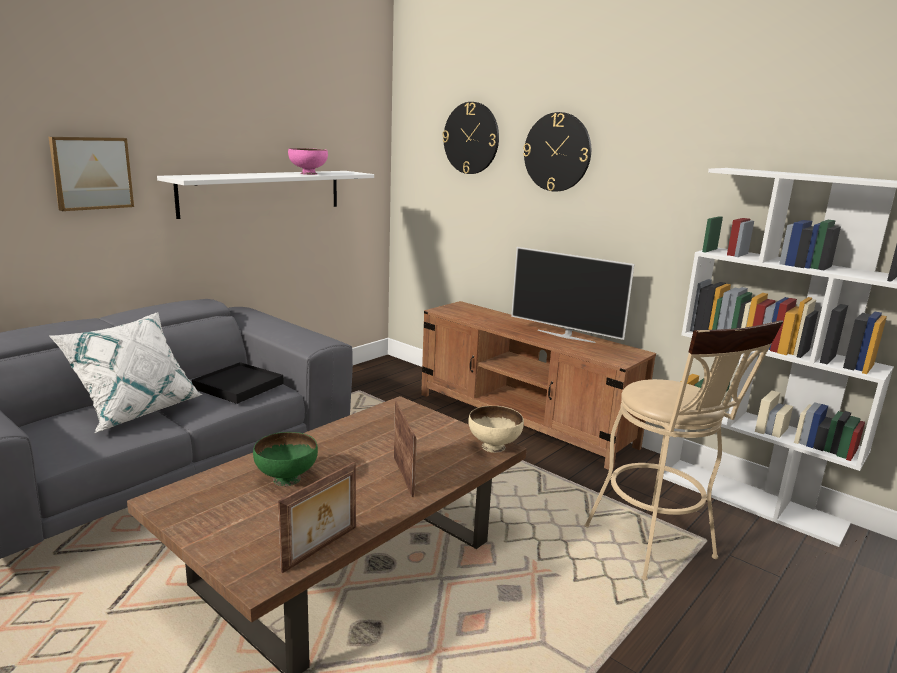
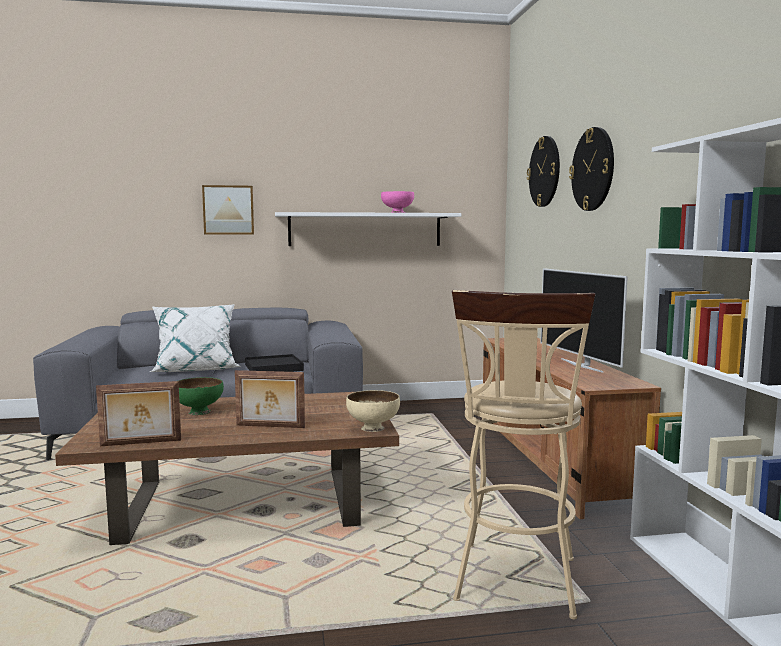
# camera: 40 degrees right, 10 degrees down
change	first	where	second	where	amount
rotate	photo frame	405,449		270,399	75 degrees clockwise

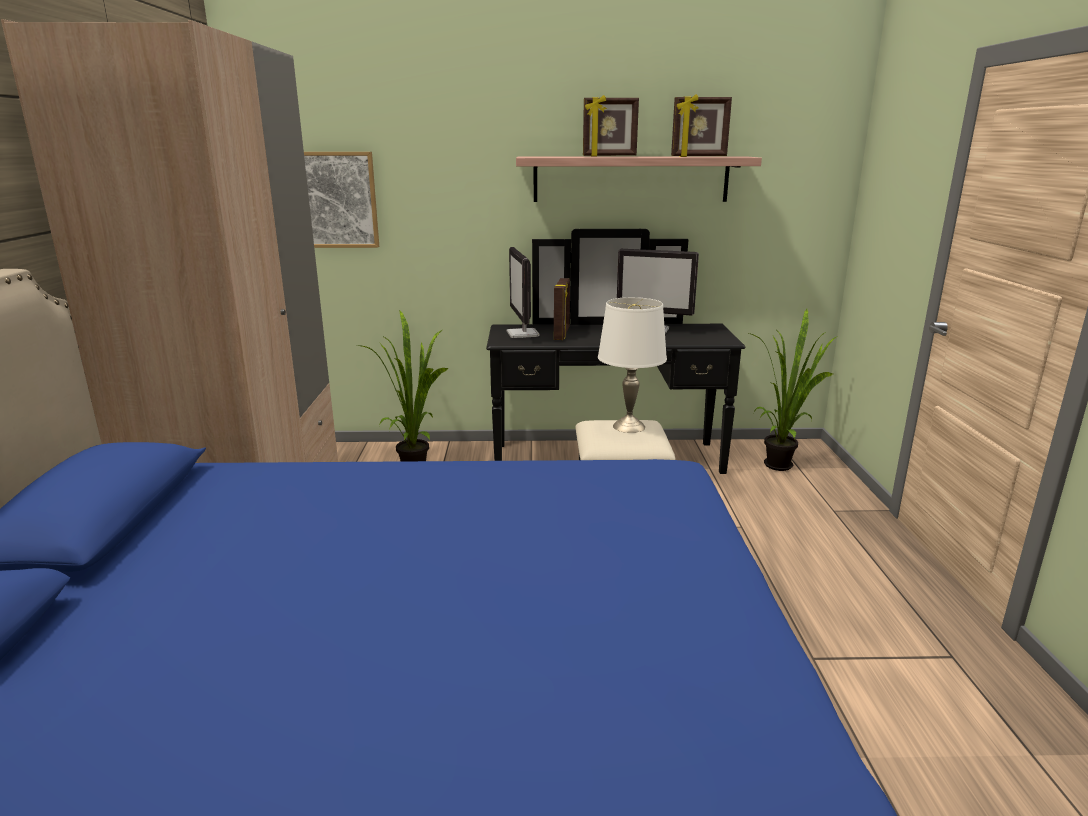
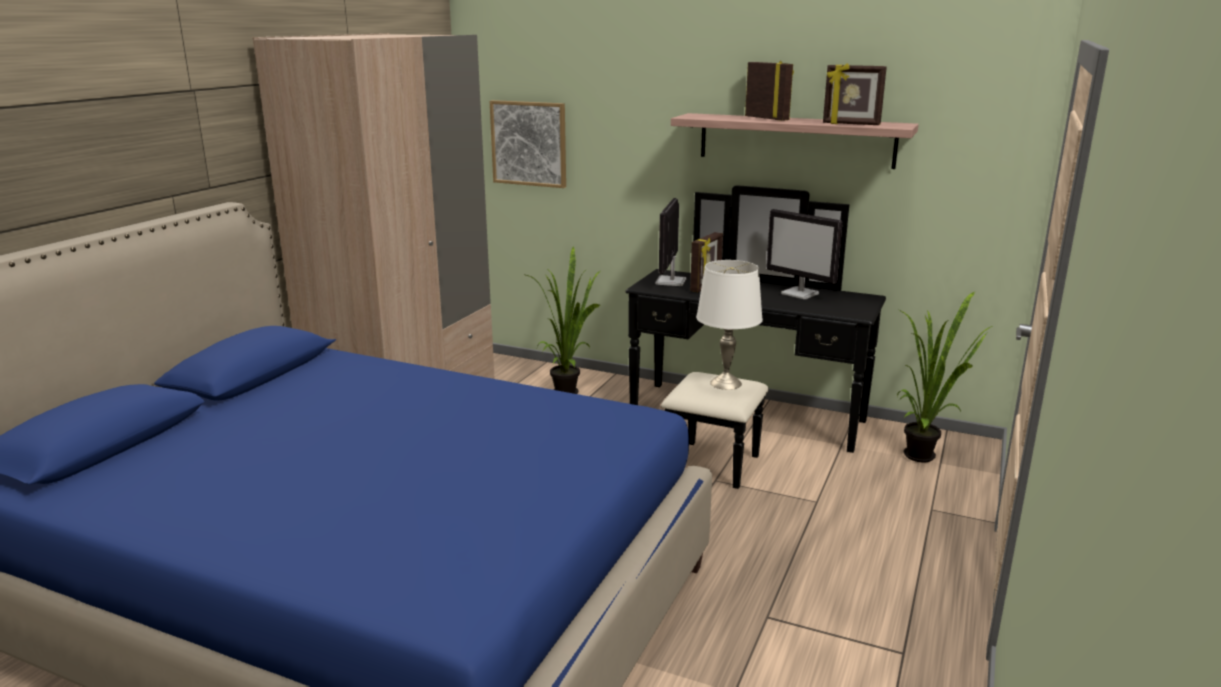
# camera: 25 degrees right, 0 degrees up
change	first	where	second	where	amount
rotate	photo frame	611,126		769,91	150 degrees counterclockwise

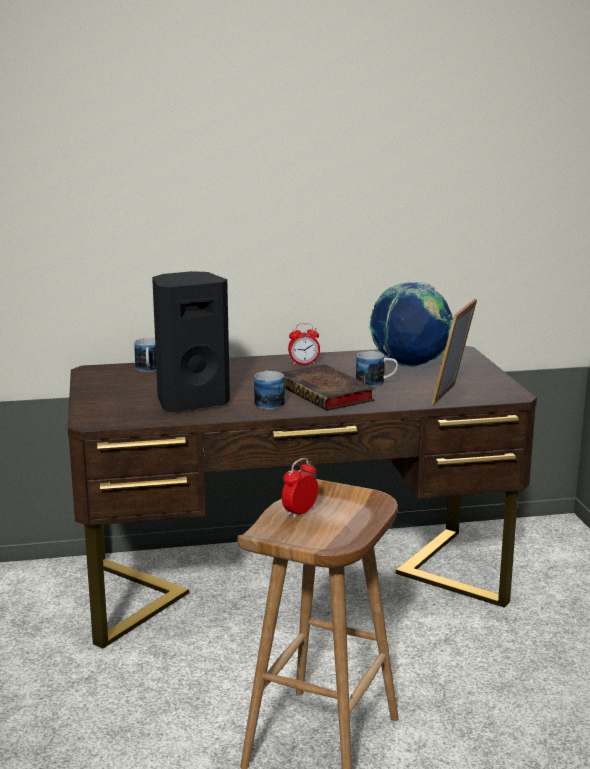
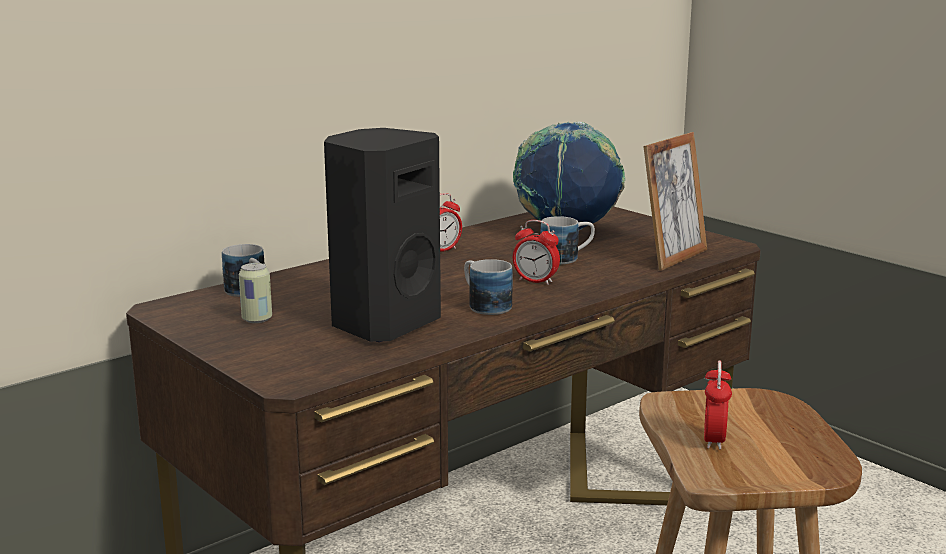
# camera: 30 degrees left, 0 degrees up
change	first	where	second	where	amount
rotate	photo frame	454,352		675,201	135 degrees counterclockwise
replace	volume	327,387	alarm clock	536,252	
insert			can	255,293	

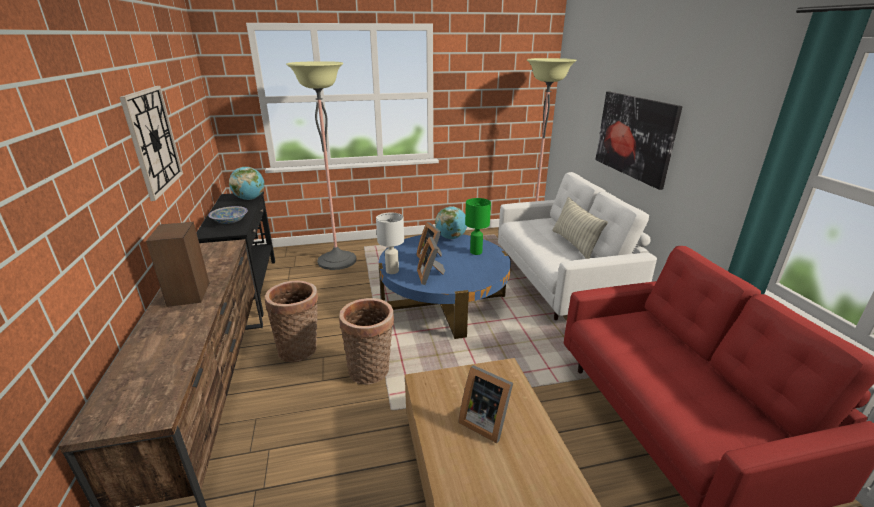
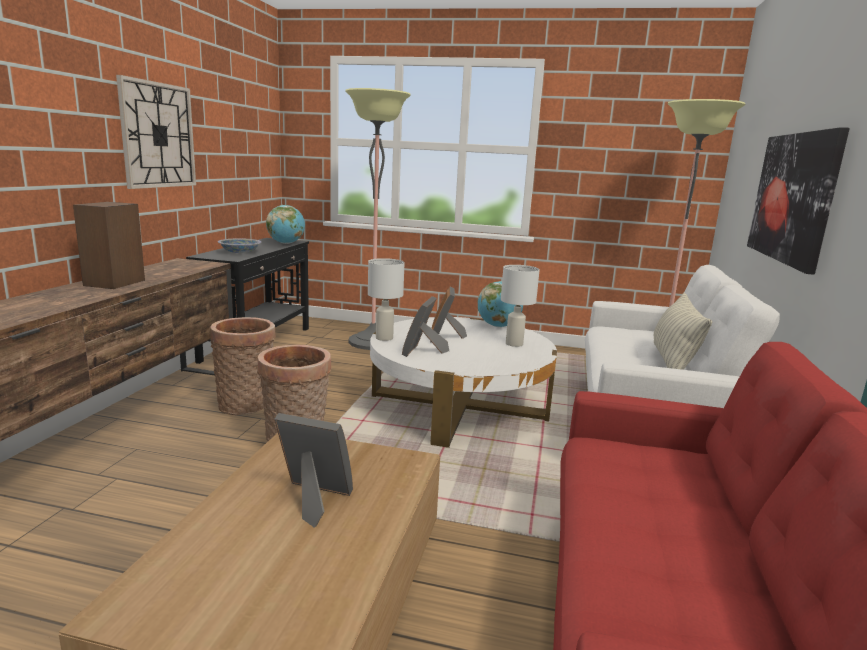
# camera: 25 degrees right, 10 degrees down
change	first	where	second	where	amount
recolor	greenish lamp for a table	478,226	white-coloured lamp for a table	520,306	
recolor	bluish lounge table	444,287	white-coloured lounge table	463,382	
rotate	photo frame	485,404		313,470	135 degrees clockwise

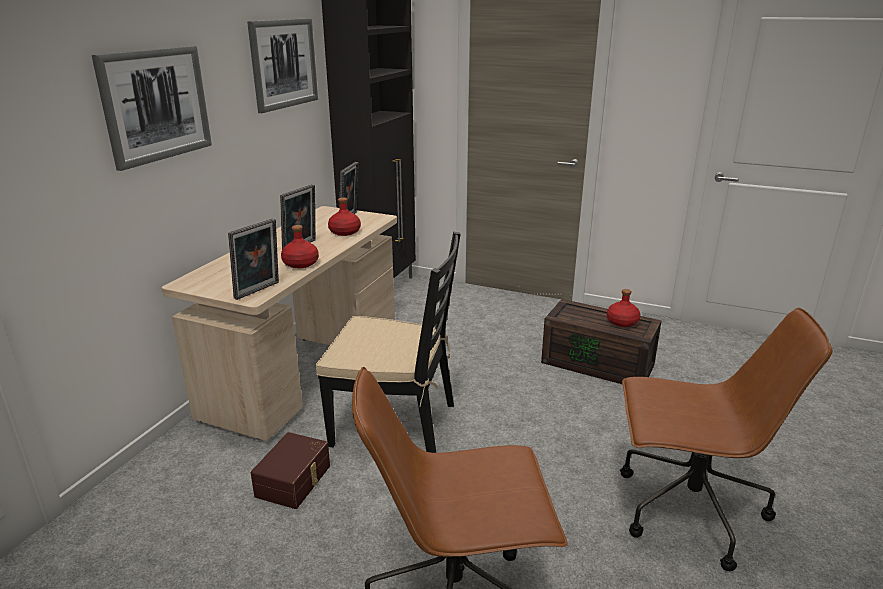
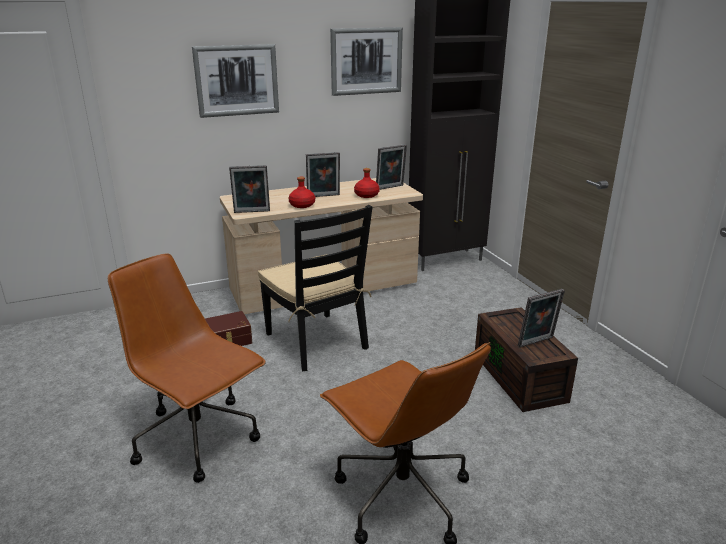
# camera: 45 degrees right, 0 degrees up
change	first	where	second	where	amount
replace	red bottle	624,308	photo frame	541,318	

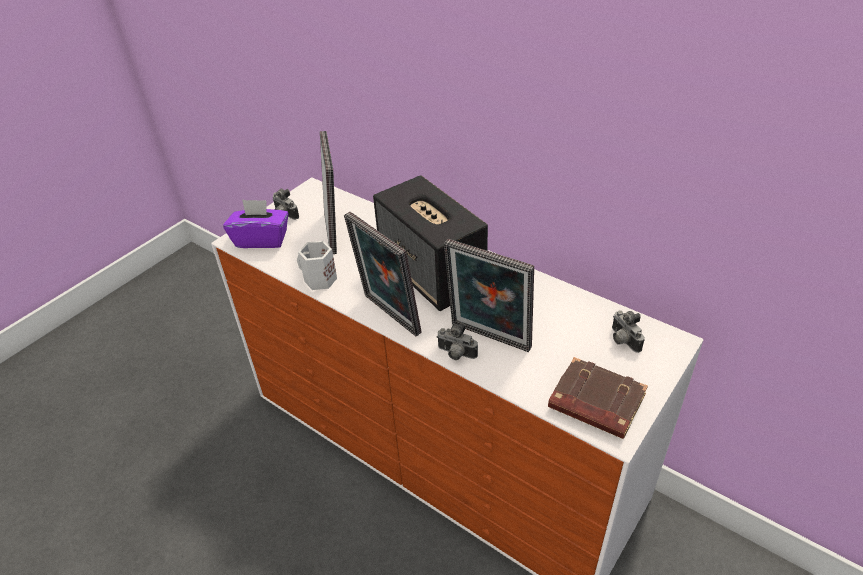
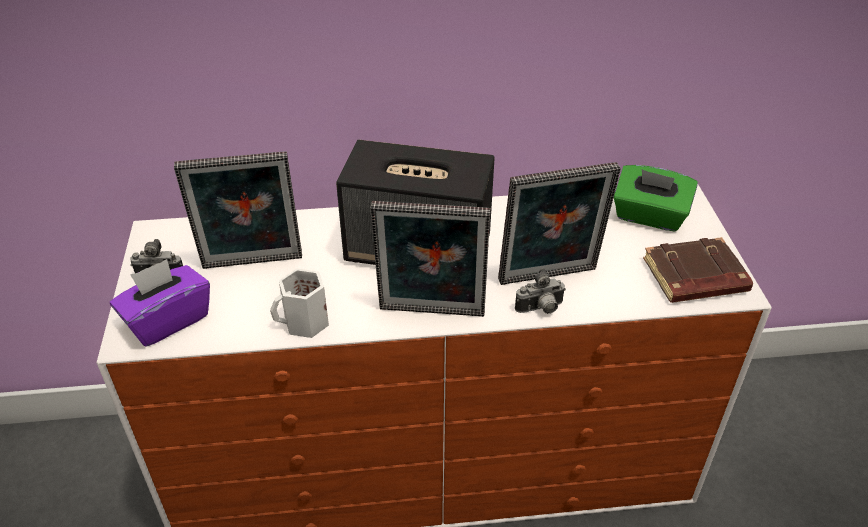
# camera: 45 degrees left, 0 degrees up
change	first	where	second	where	amount
rotate	photo frame	328,192		238,210	135 degrees clockwise
replace	photo camera	628,331	greenish tissue holder	656,198	

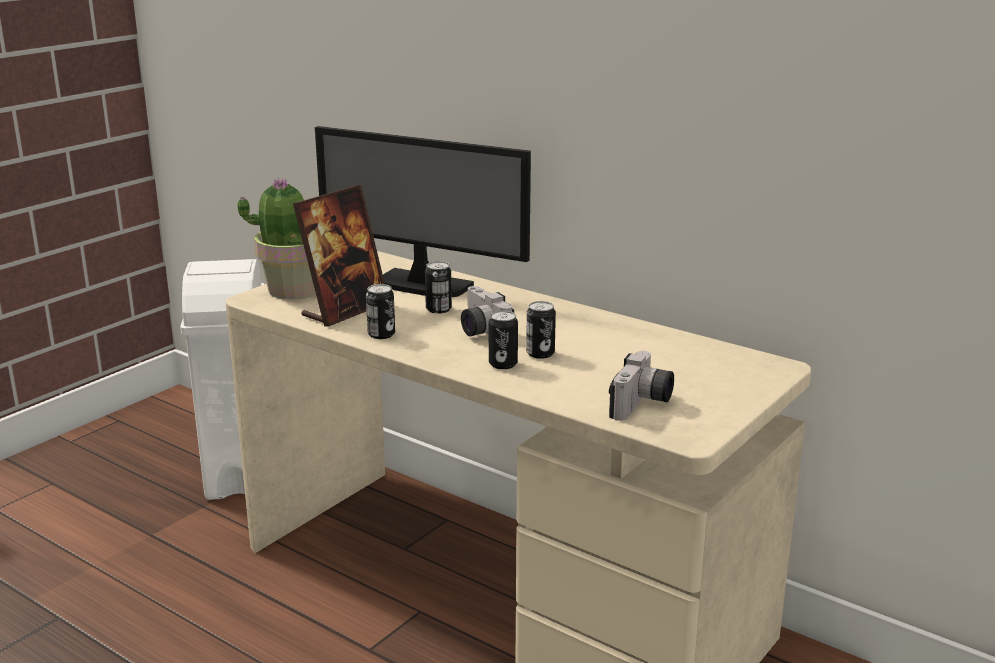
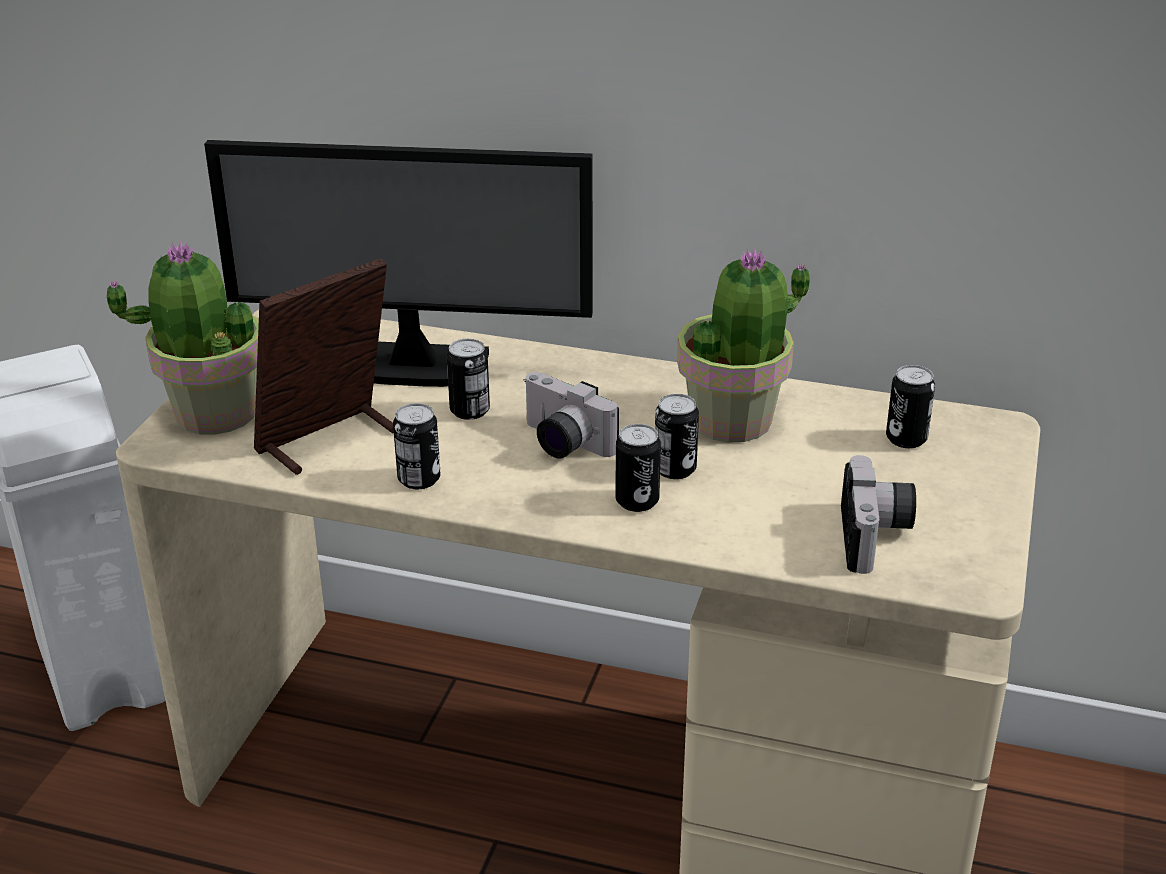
# camera: 20 degrees left, 10 degrees up
change	first	where	second	where	amount
rotate	photo frame	339,256		324,366	150 degrees counterclockwise
insert			houseplant	743,346	
insert			can	910,406	

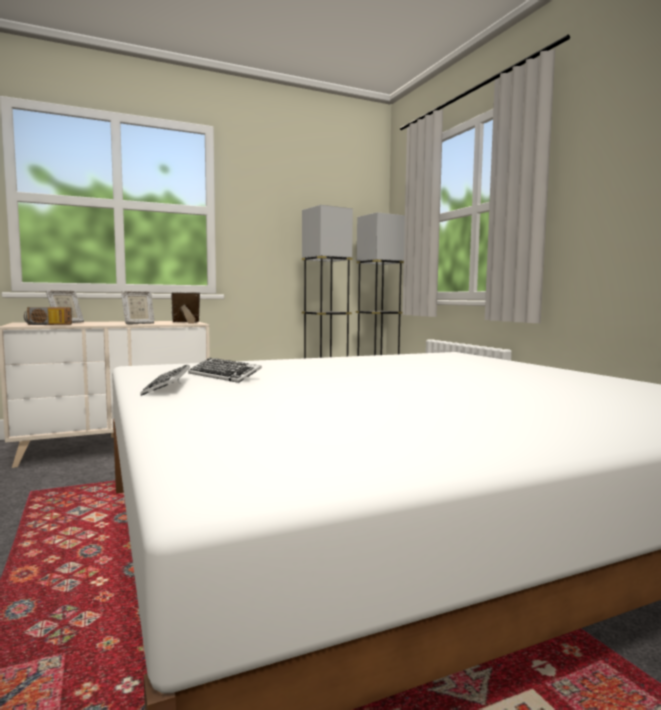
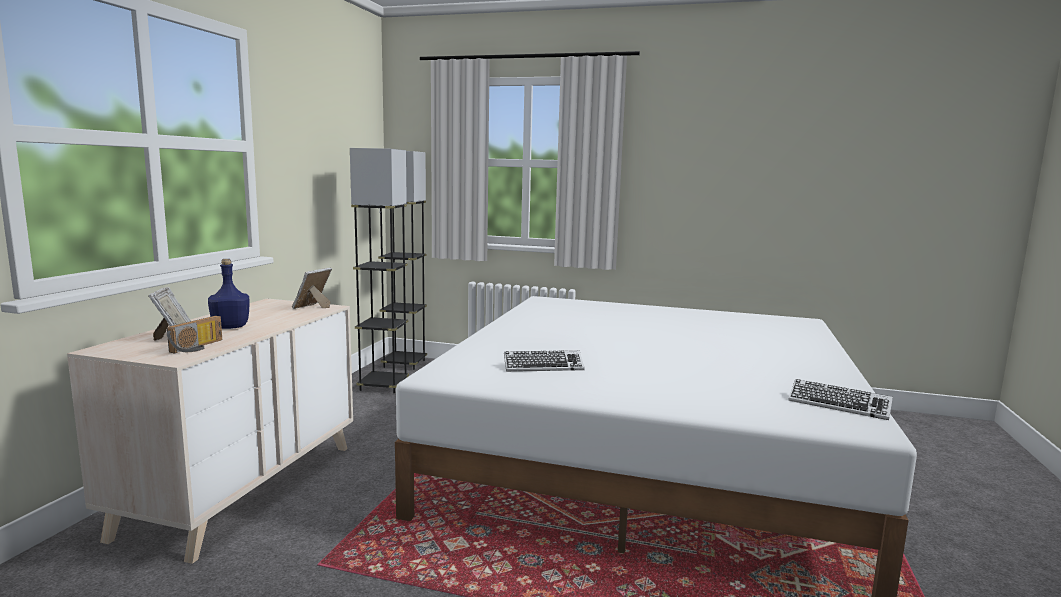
# camera: 50 degrees left, 5 degrees up
change	first	where	second	where	amount
delete	photo frame	137,307			
move	computer keyboard	165,380		840,399	
insert			bluish bottle	229,294	

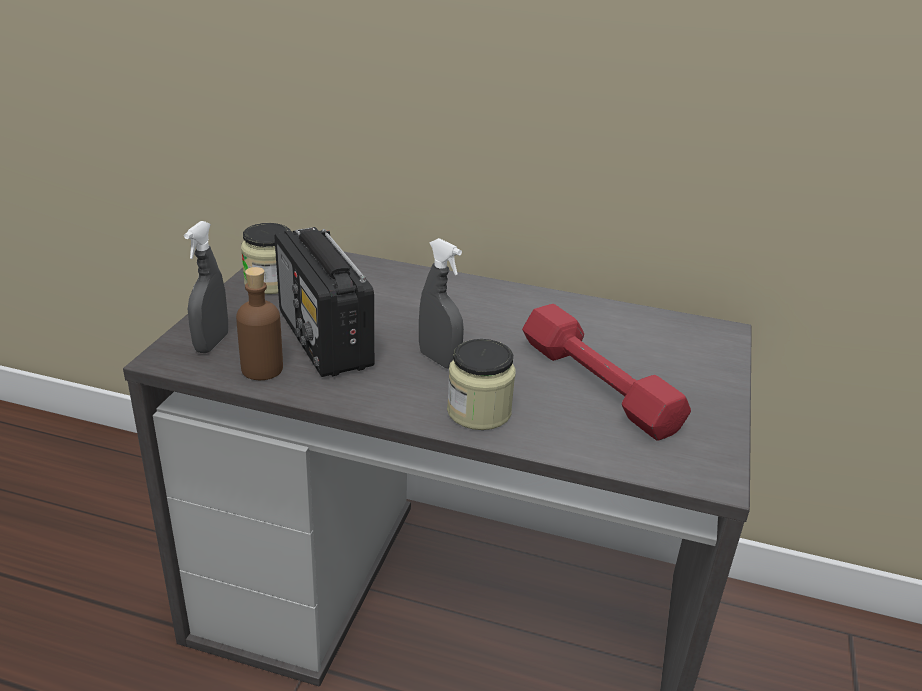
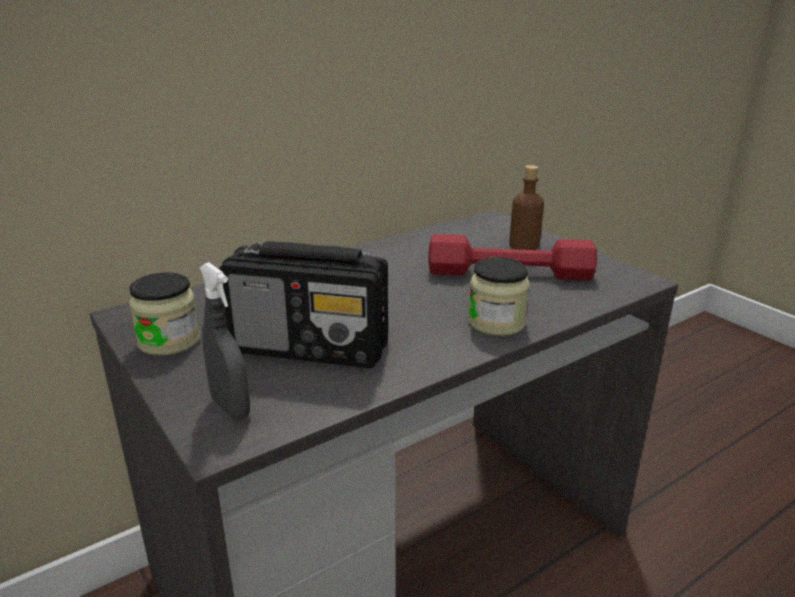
# camera: 50 degrees left, 5 degrees down
change	first	where	second	where	amount
delete	greyish hand sprayer	441,303			
move	brown-coloured bottle	259,323		526,207	

